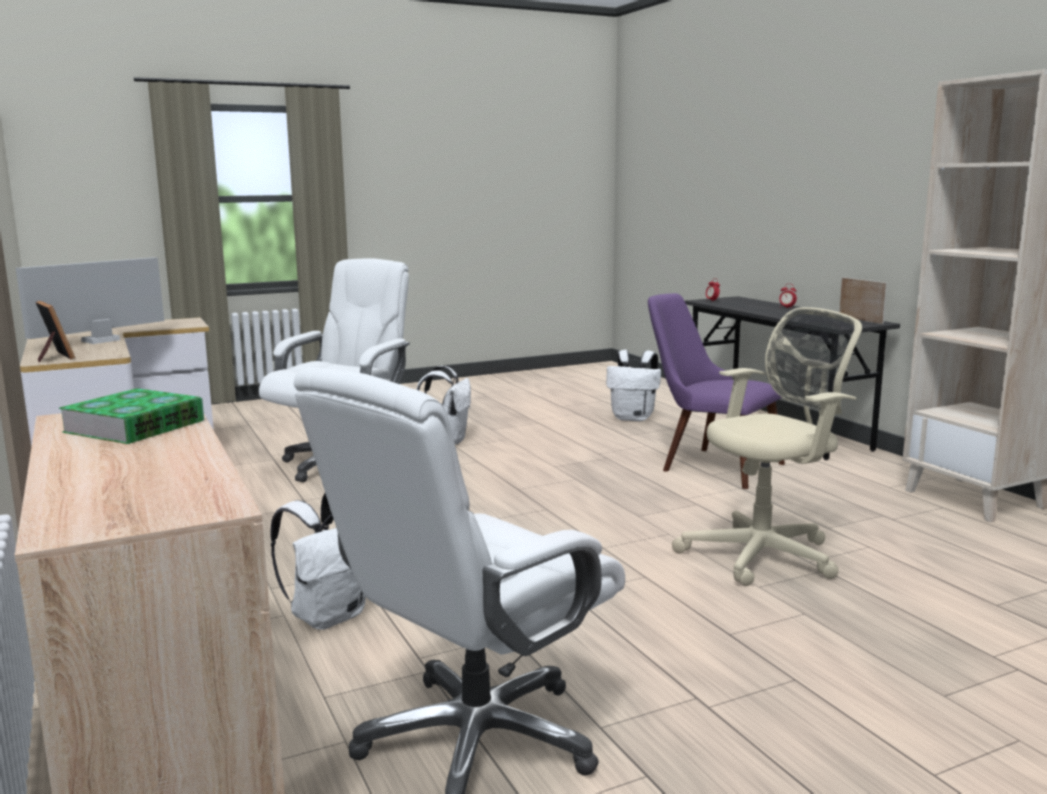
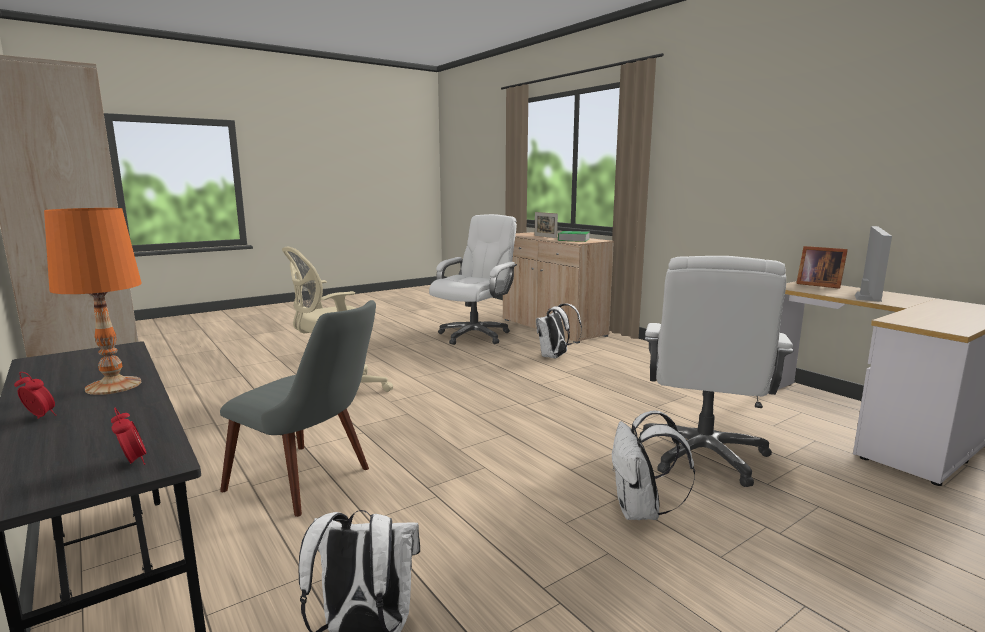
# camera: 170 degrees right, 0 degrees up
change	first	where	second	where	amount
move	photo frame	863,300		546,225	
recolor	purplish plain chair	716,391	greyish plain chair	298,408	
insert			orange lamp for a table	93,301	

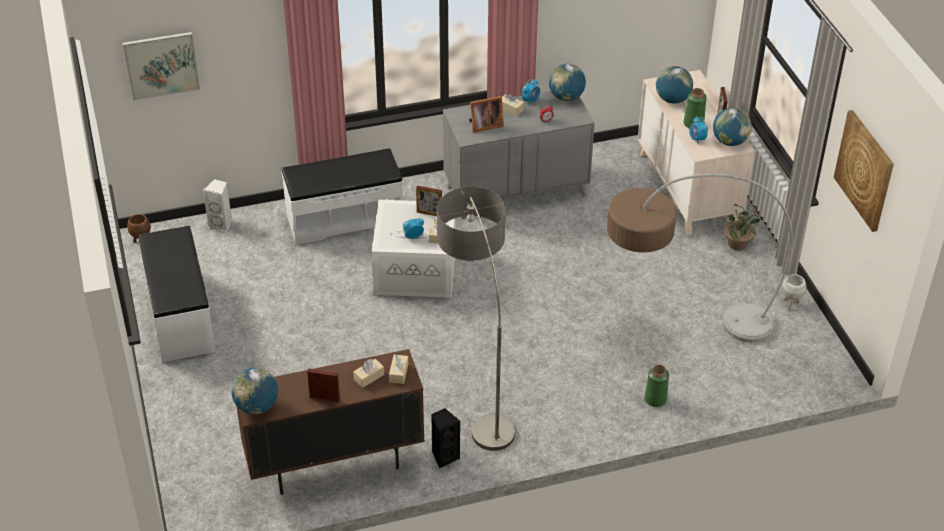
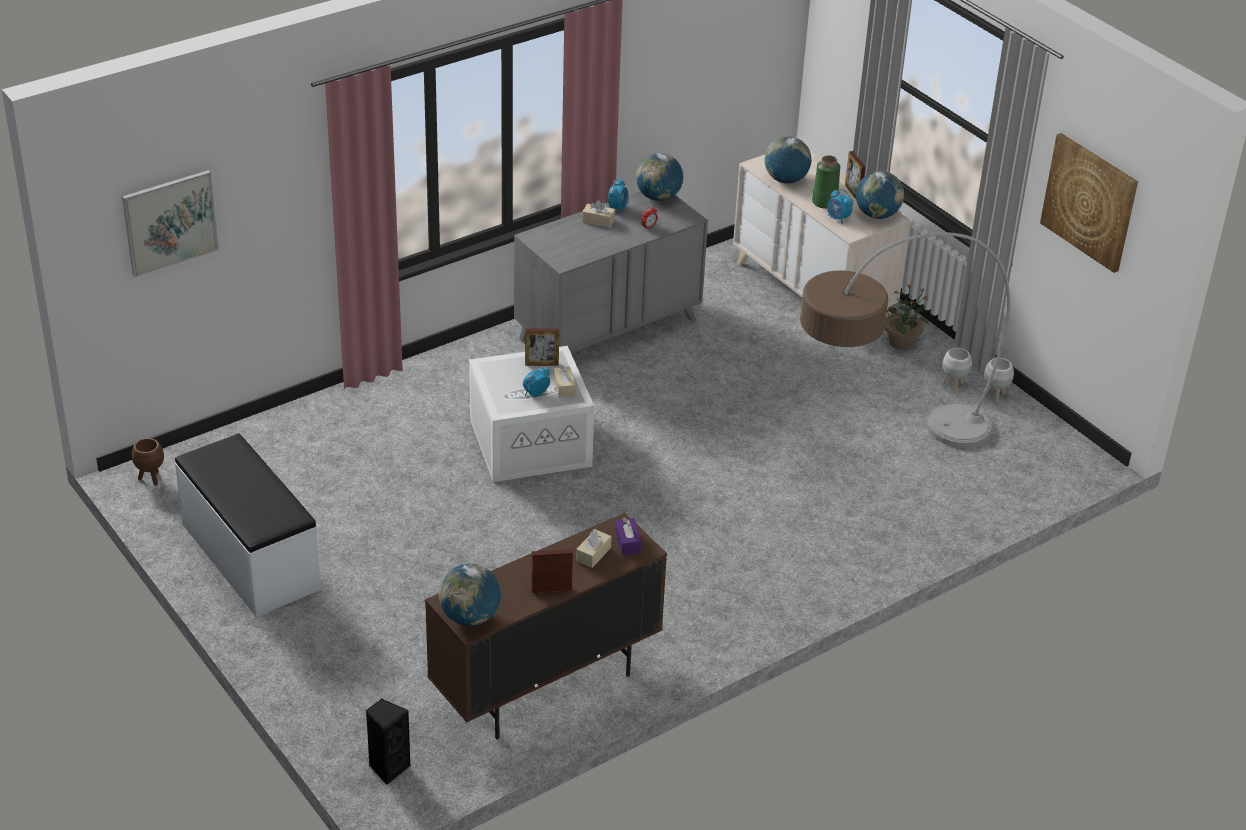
# camera: 20 degrees left, 5 degrees down
change	first	where	second	where	amount
delete	photo frame	486,114			
delete	white-coloured long seat	342,196			
delete	white-coloured speaker	217,205			
delete	floor lamp	476,319			
recolor	beige-coloured tissue holder	398,369	purplish tissue holder	628,536	
delete	greenish decorative vase	656,386			
move	black speaker	445,438		388,742	
insert			white-coloured flower pot	957,370	

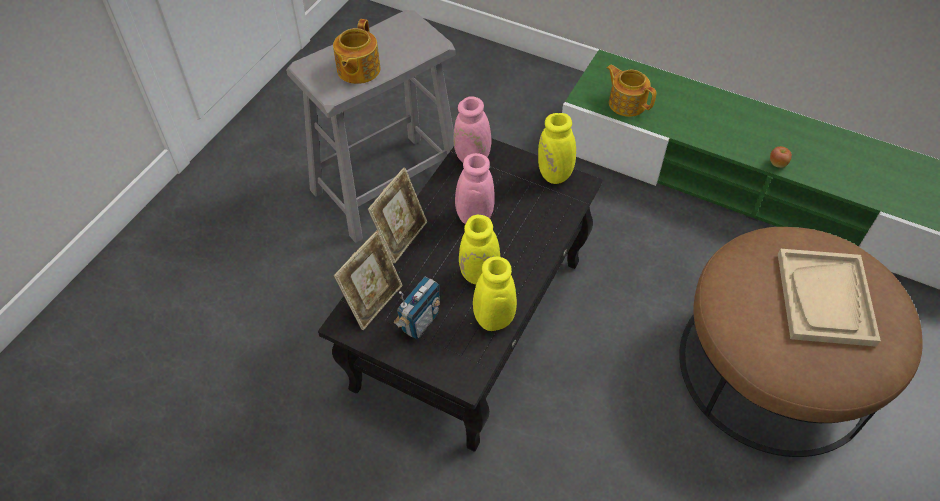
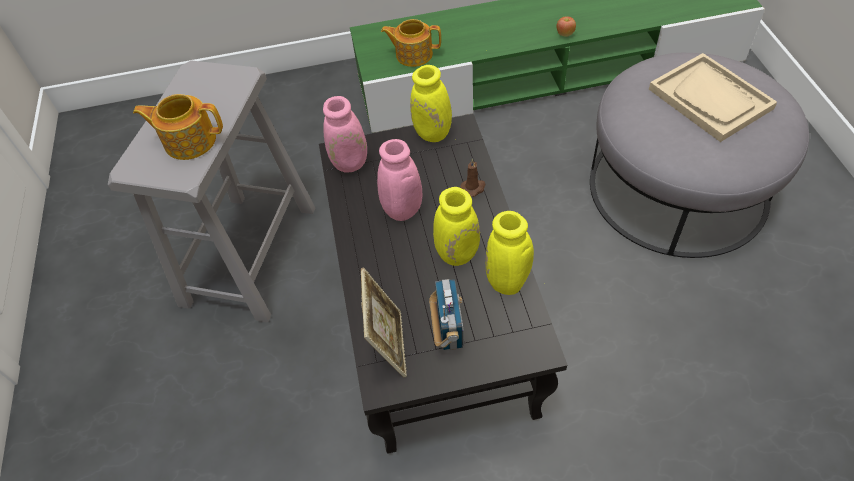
# camera: 35 degrees left, 0 degrees up
change	first	where	second	where	amount
rotate	pot for tea	357,51		178,127	120 degrees clockwise
delete	photo frame	397,215			
recolor	brown-coloured footrest	800,342	greyish footrest	699,155	
insert			brown-coloured candle	473,177	

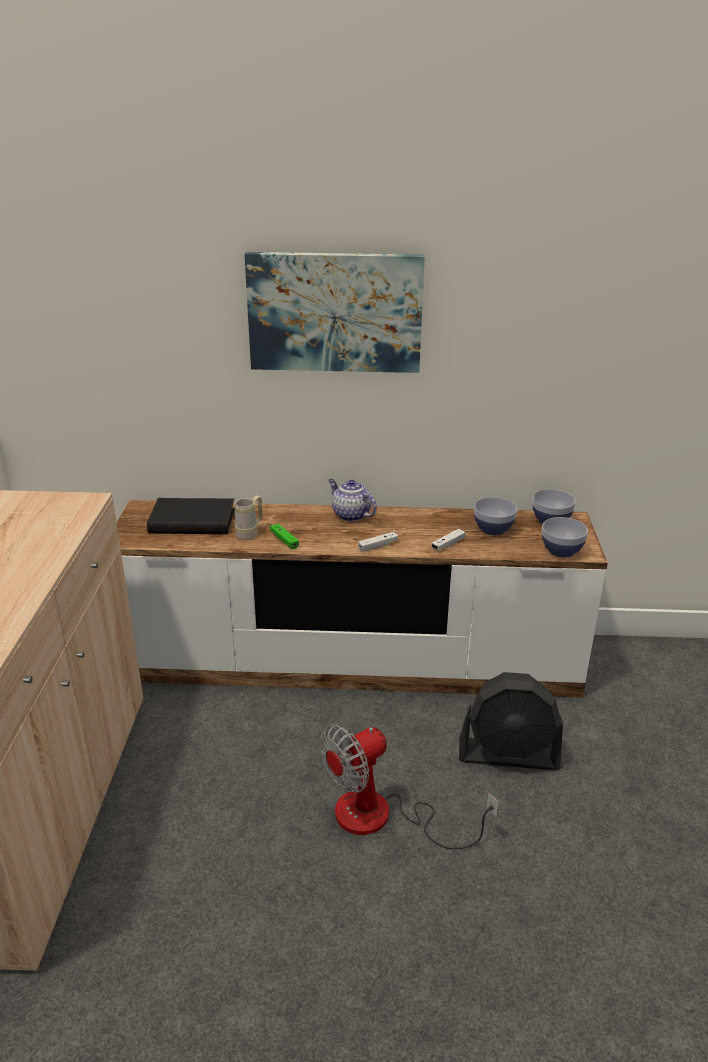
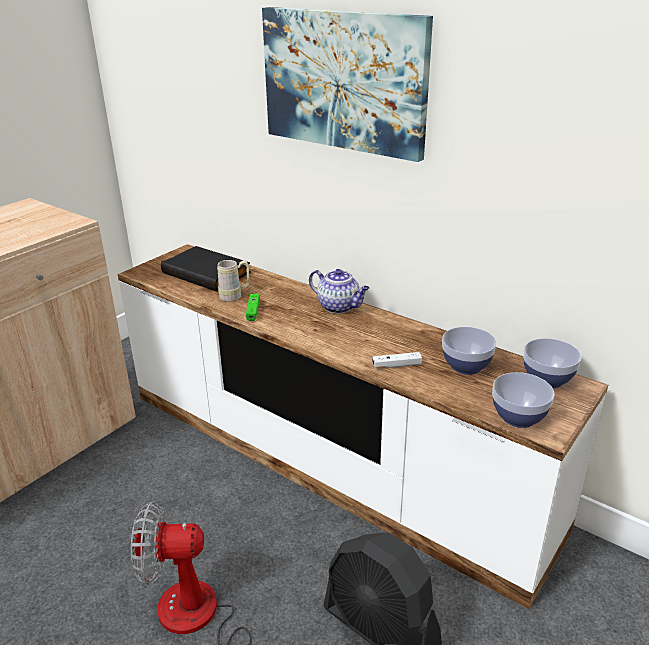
# camera: 35 degrees right, 0 degrees up
change	first	where	second	where	amount
rotate	pot for tea	352,500		339,291	135 degrees clockwise
delete	white-coloured game controller	378,542			

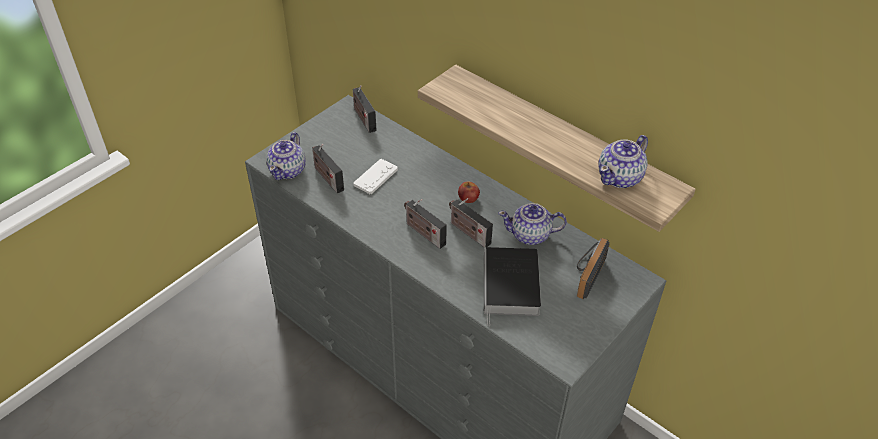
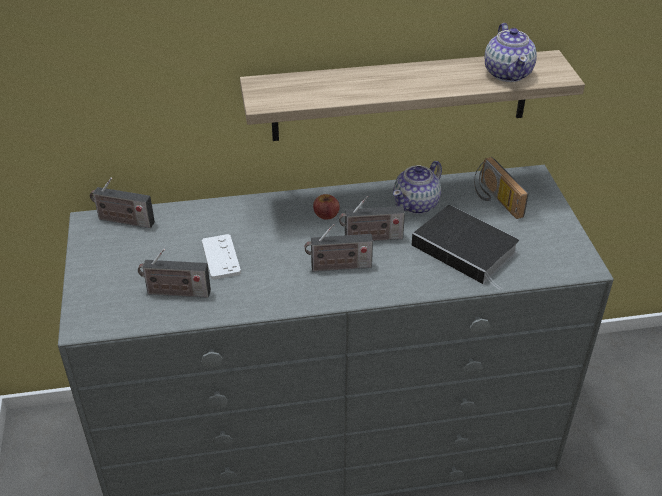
# camera: 50 degrees left, 5 degrees down
change	first	where	second	where	amount
delete	pot for tea	286,156			

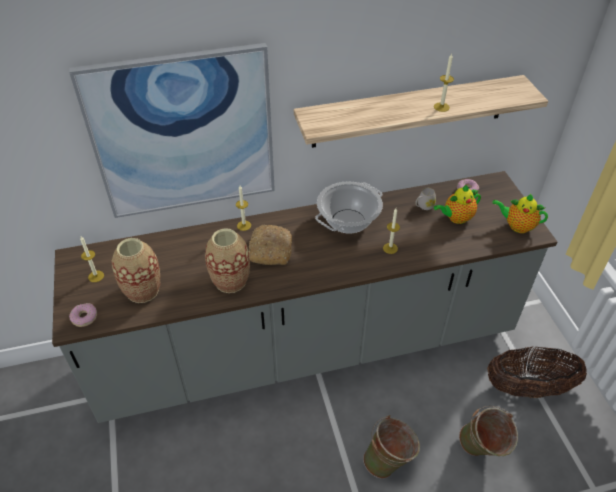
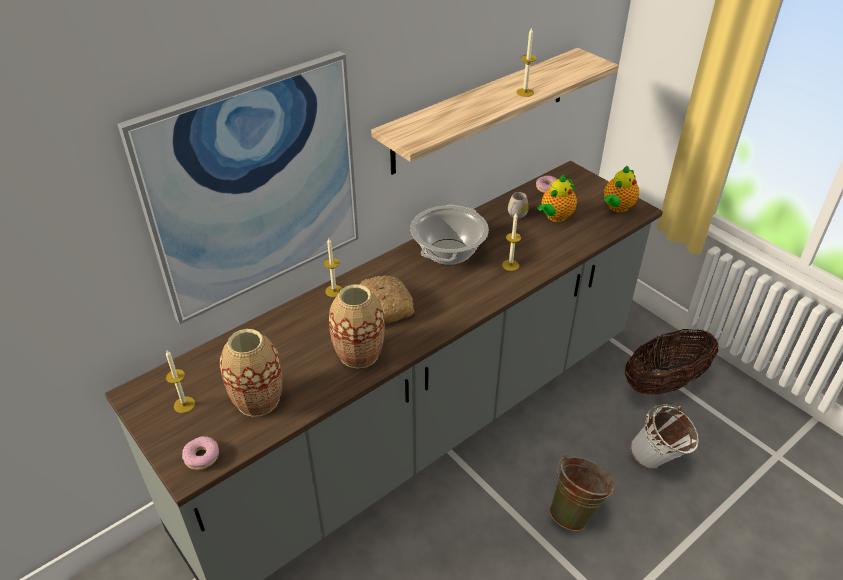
# camera: 25 degrees left, 5 degrees down
change	first	where	second	where	amount
rotate	pot for tea	520,213		621,189	45 degrees counterclockwise
recolor	greenish water bucket	488,431	white-coloured water bucket	664,437	

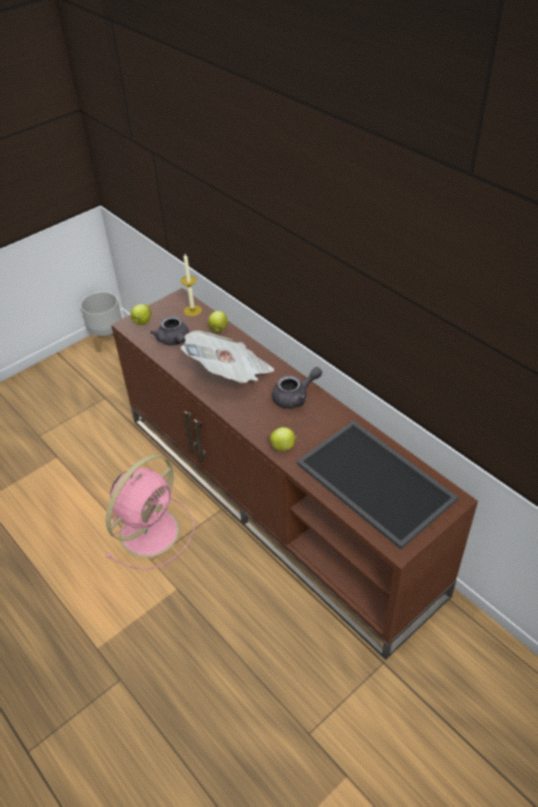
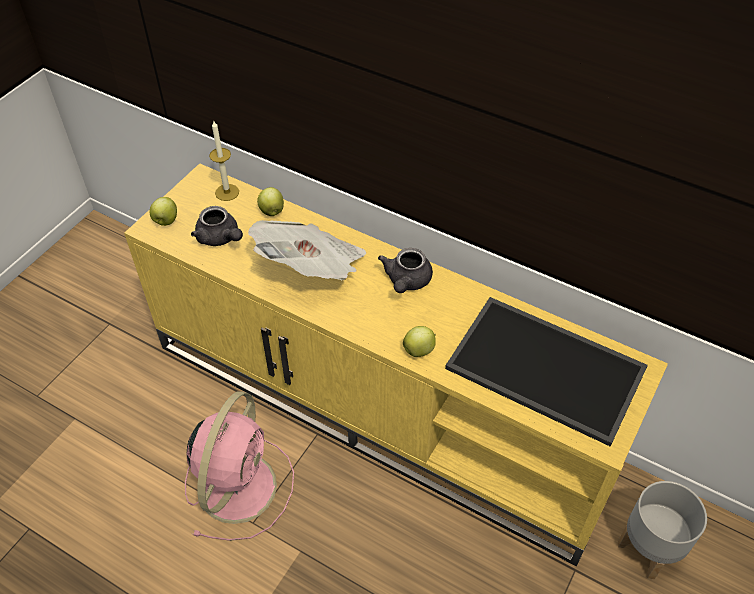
# camera: 20 degrees left, 5 degrees up
change	first	where	second	where	amount
recolor	brown-coloured media console	294,474	yellowish media console	396,364	
move	greyish flower pot	101,321		662,530	
rotate	greyish pot for tea	297,388		405,270	150 degrees clockwise

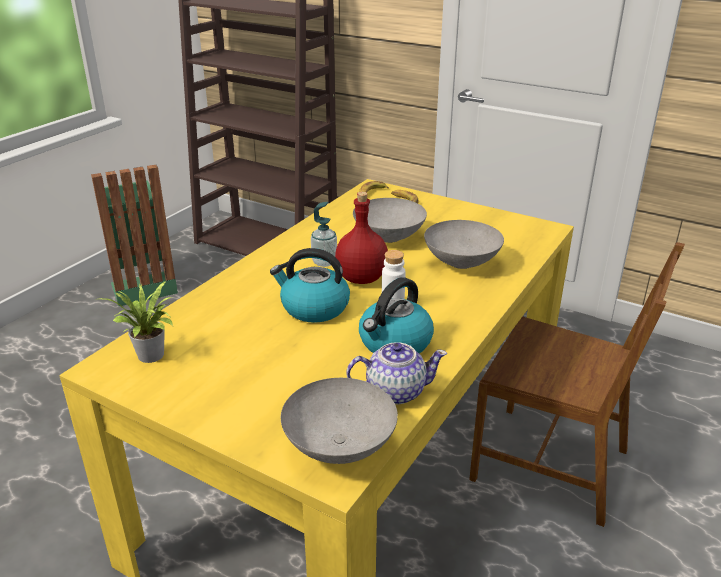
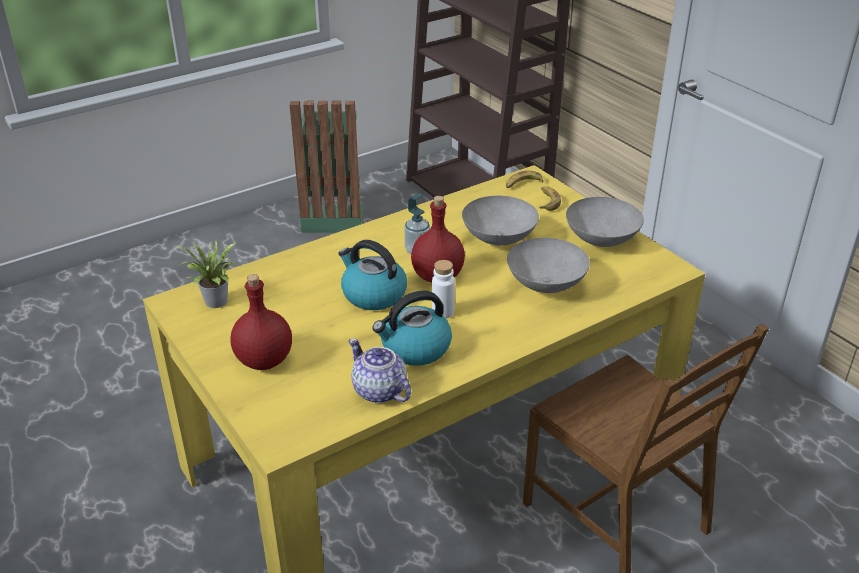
# camera: 25 degrees right, 5 degrees up
change	first	where	second	where	amount
rotate	pot for tea	396,373		380,370	150 degrees counterclockwise
move	greyish bowl	339,421		605,222	
insert			red bottle	261,322	

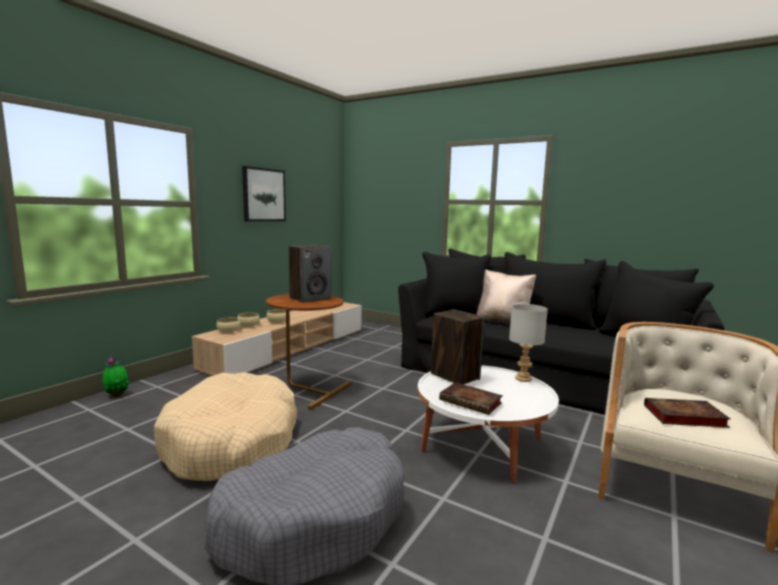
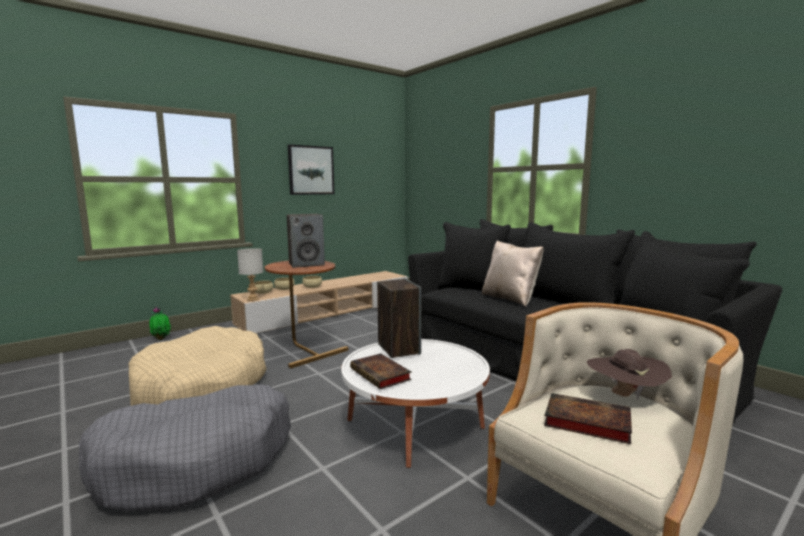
# camera: 20 degrees right, 0 degrees up
change	first	where	second	where	amount
move	greyish lamp for a table	528,343		250,274	
insert			brown-coloured hat	629,375	

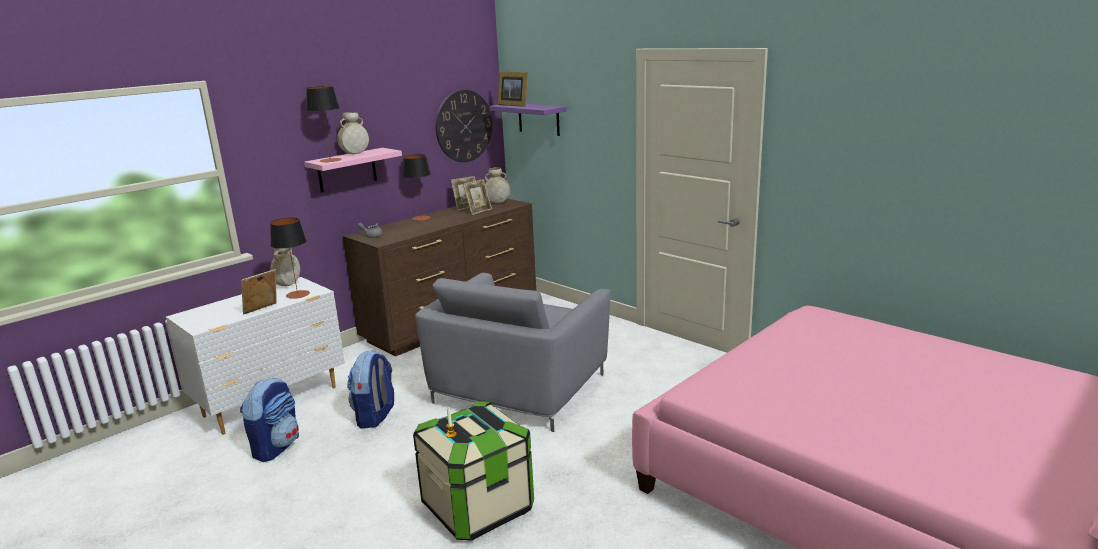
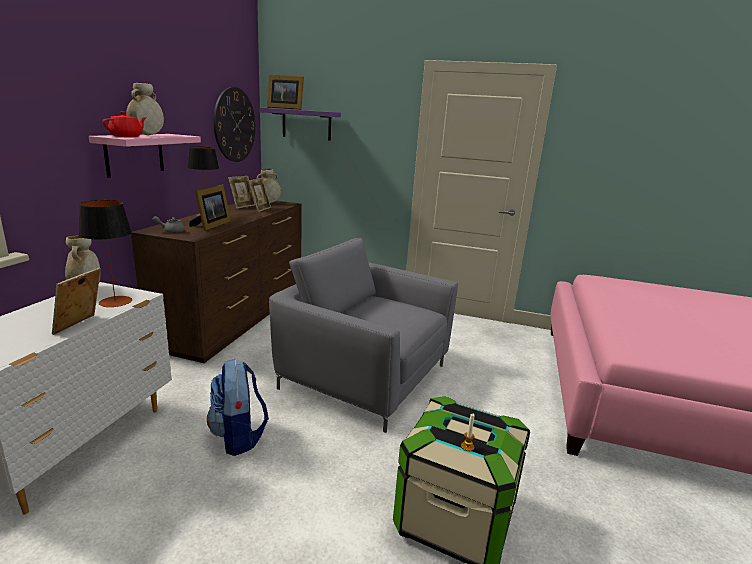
# camera: 30 degrees left, 0 degrees up
change	first	where	second	where	amount
replace	lamp for a table	323,124	red pot for tea	124,124	
rotate	greyish armchair	512,352		363,335	120 degrees clockwise
delete	rucksack	269,420			
insert			photo frame	210,208	

